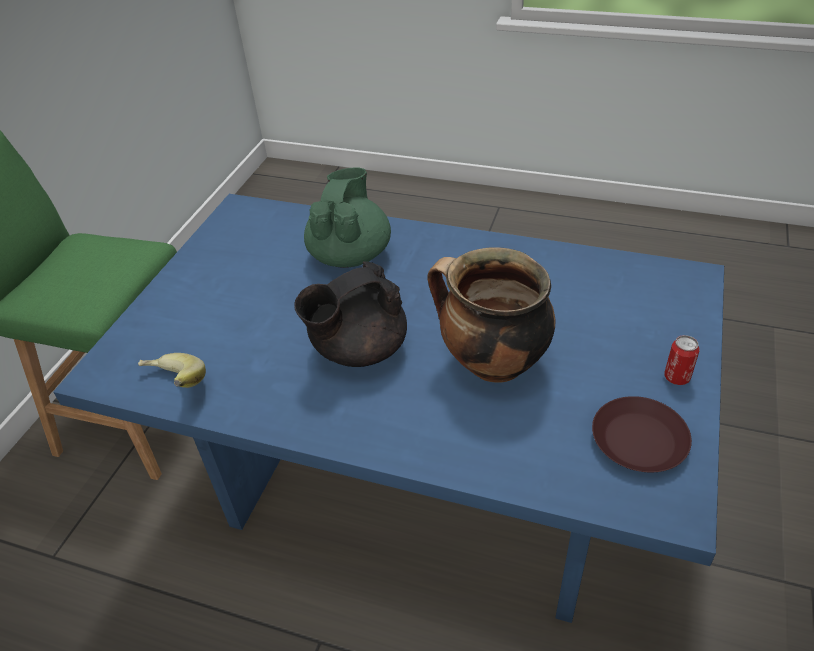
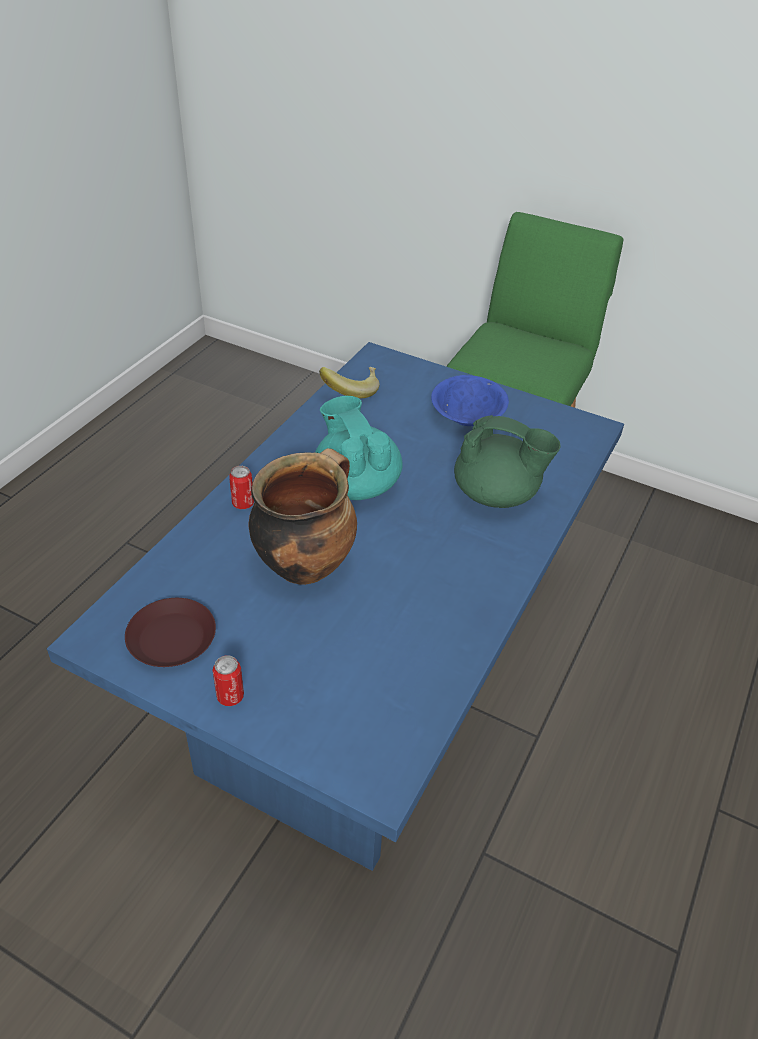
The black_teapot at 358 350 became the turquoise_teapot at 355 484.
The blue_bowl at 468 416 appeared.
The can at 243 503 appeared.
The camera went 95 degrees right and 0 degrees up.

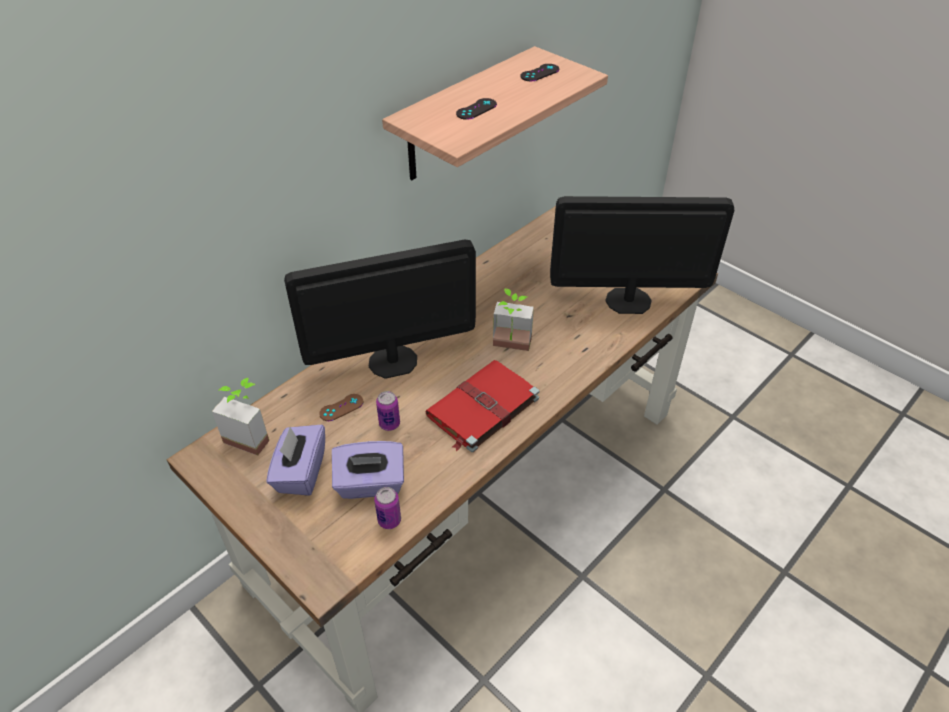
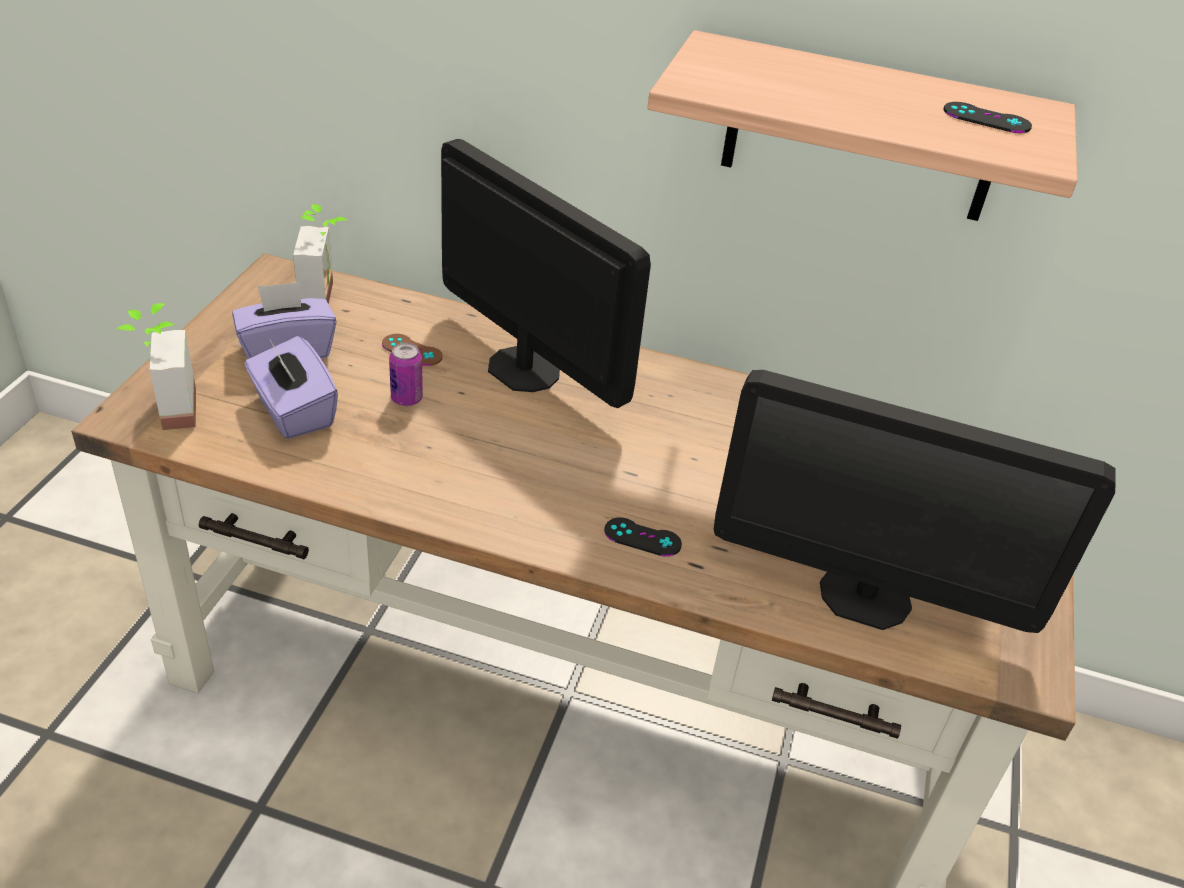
The black_game_controller moved from 476 109 to 642 537.
The monitor at 628 301 turned 135 degrees clockwise.
The potted_plant moved from 510 347 to 165 410.
The red_book at 481 408 disappeared.
The can at 389 520 disappeared.
The camera went 60 degrees right and 5 degrees down.

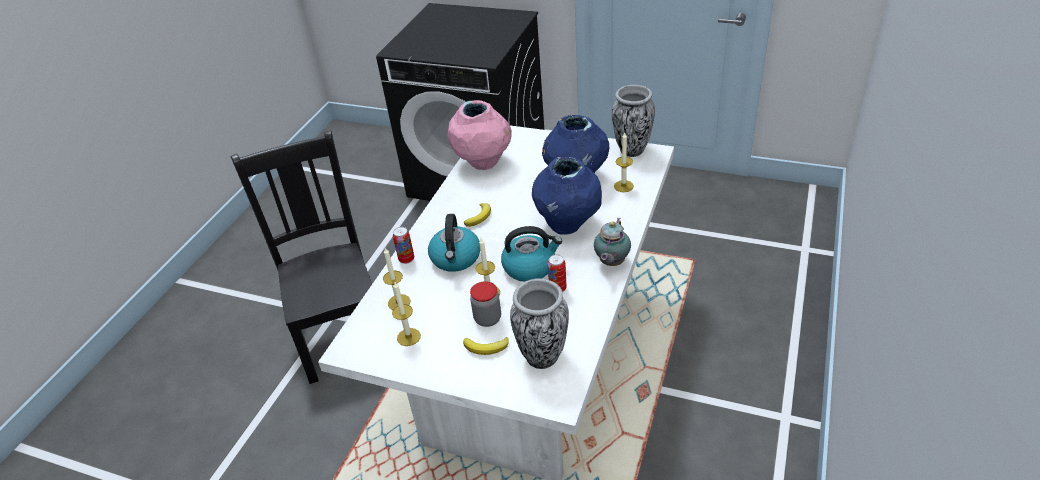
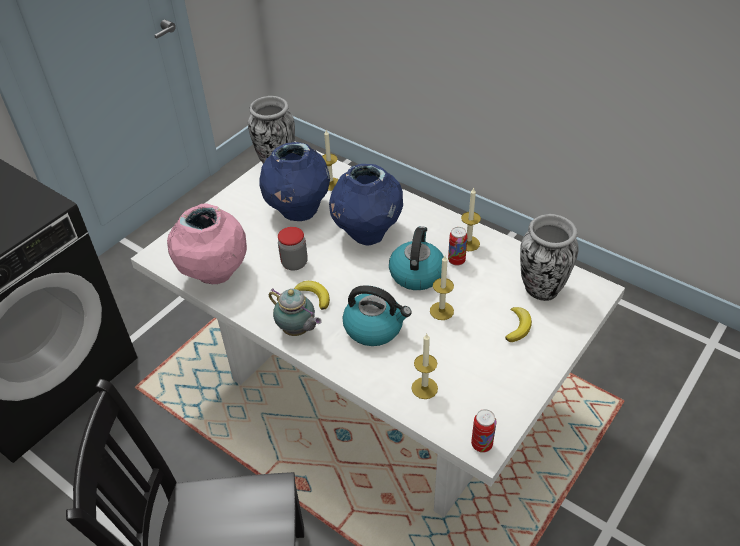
The teapot moved from 611 263 to 297 331.
The can moved from 406 259 to 481 444.
The jar moved from 487 319 to 294 263.
The candle moved from 408 337 to 468 243.
The camera went 75 degrees left and 5 degrees up.

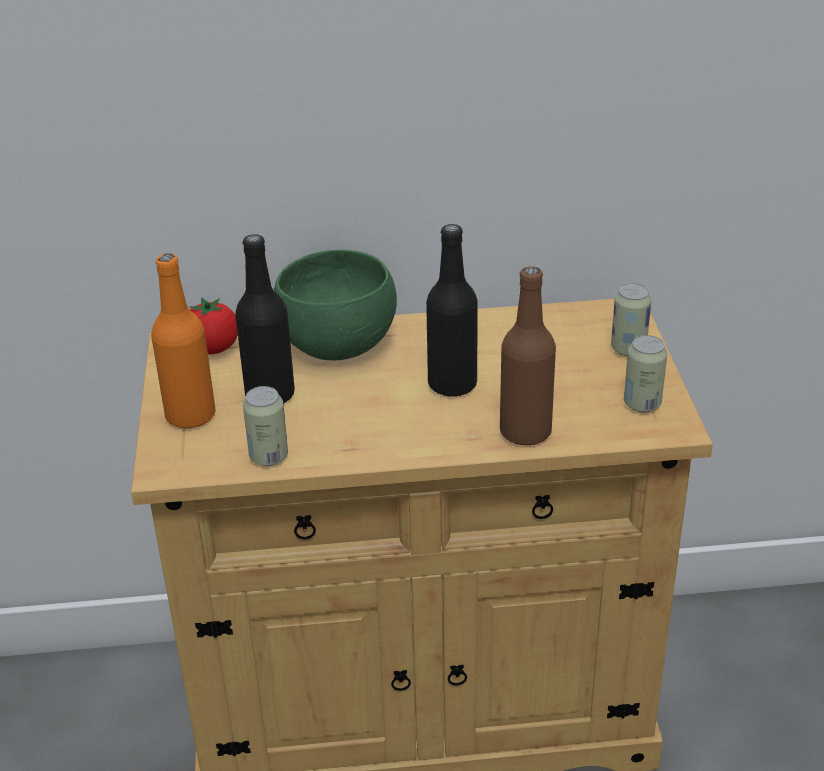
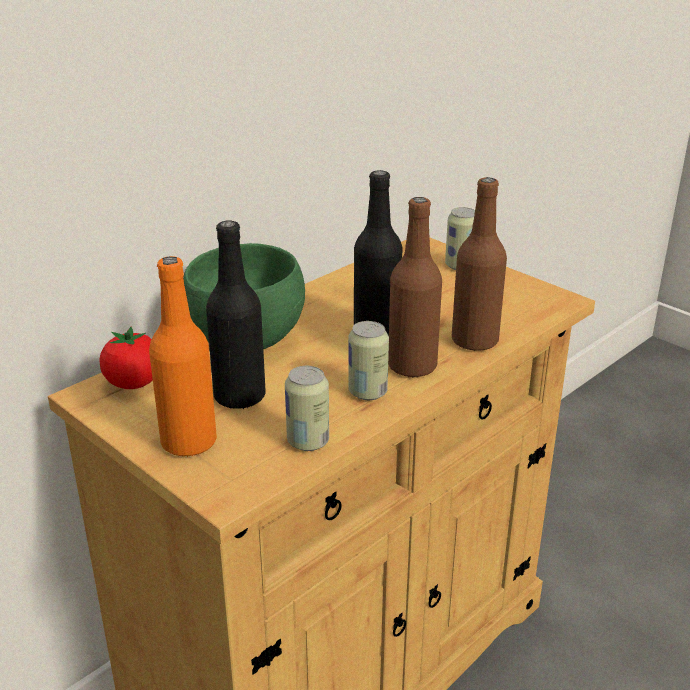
The can moved from 642 404 to 367 392.
The brown_bottle at 412 366 appeared.
The camera went 40 degrees left and 5 degrees down.

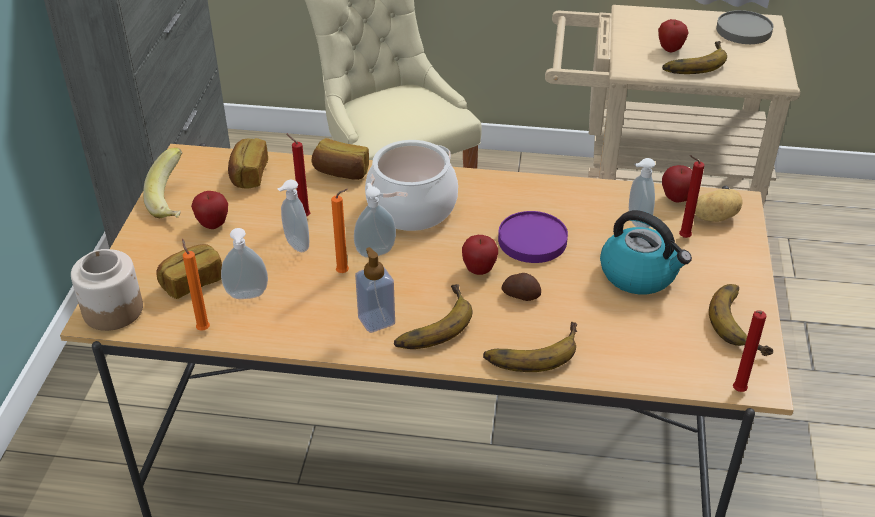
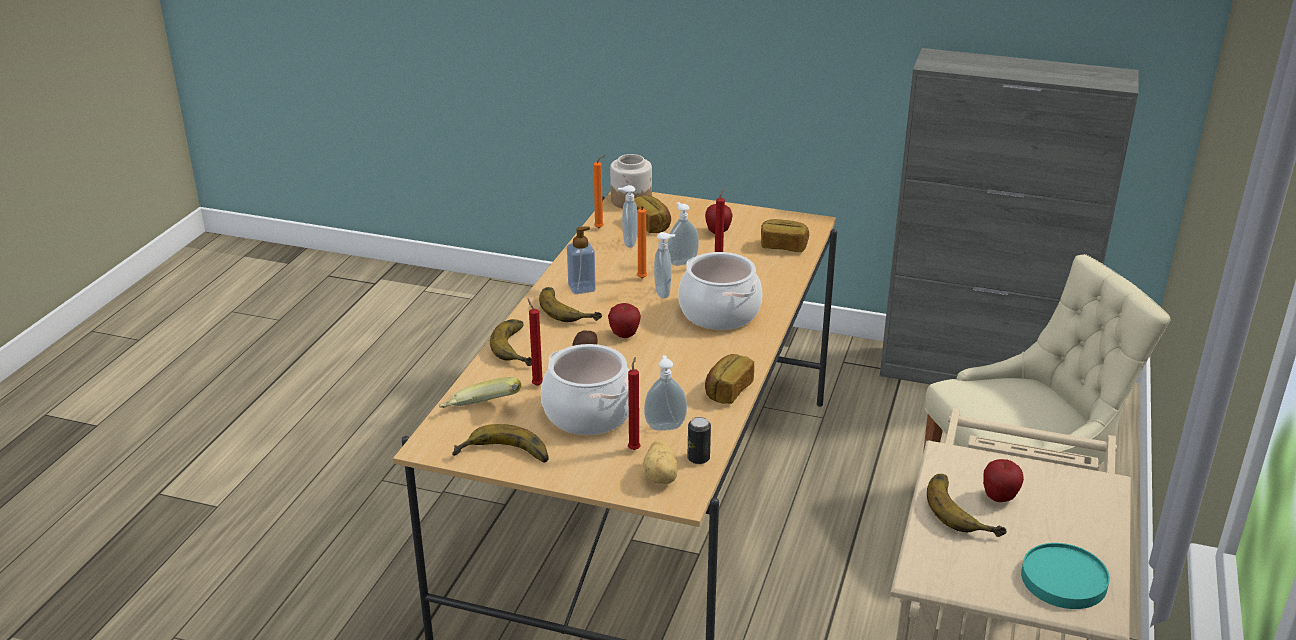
The grey_plate at 744 30 became the turquoise_plate at 1064 580.
The bread moved from 341 172 to 727 390.
The banana moved from 174 202 to 481 413.
The apple at 676 199 was replaced by the can at 698 458.
The kettle at 639 274 was replaced by the cooking_pot at 589 413.
The purple_plate at 533 240 disappeared.
The red_candle moved from 737 392 to 536 384.
The camera went 100 degrees right and 10 degrees down.

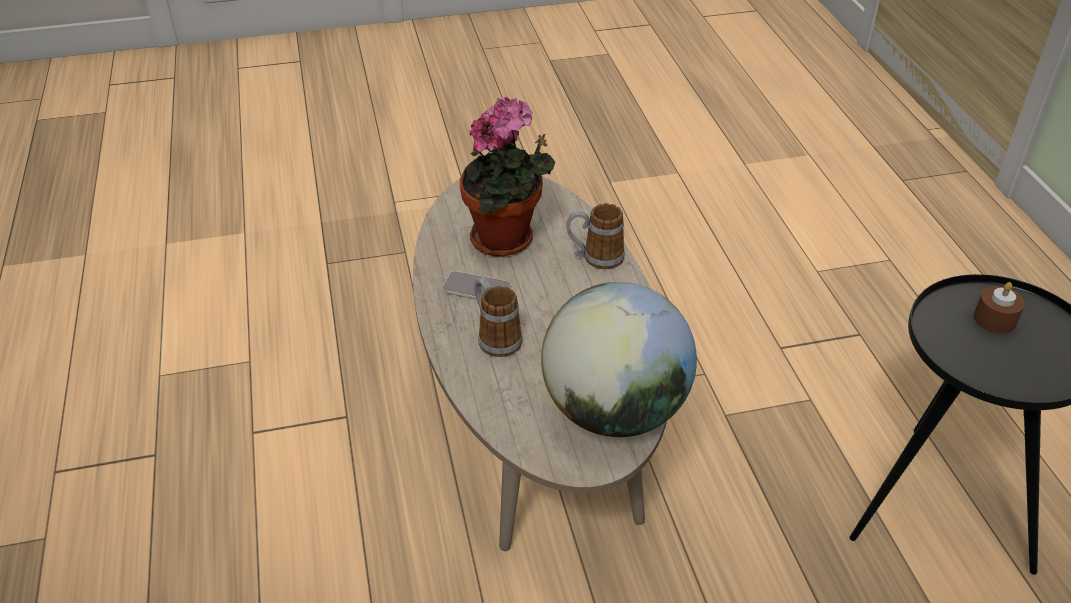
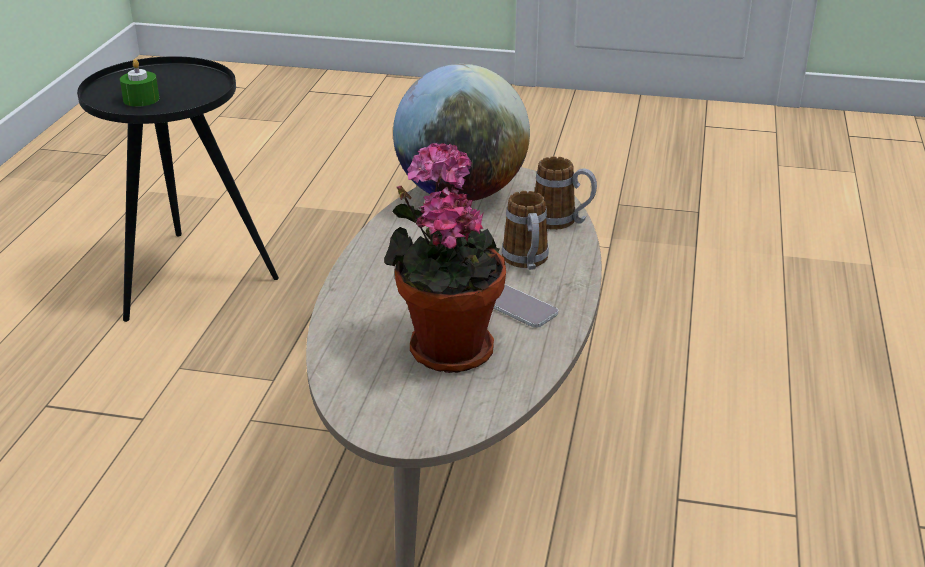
The mug moved from 595 257 to 562 222.
The brown_candle at 994 319 became the green_candle at 141 99.
The camera went 155 degrees left and 10 degrees down.

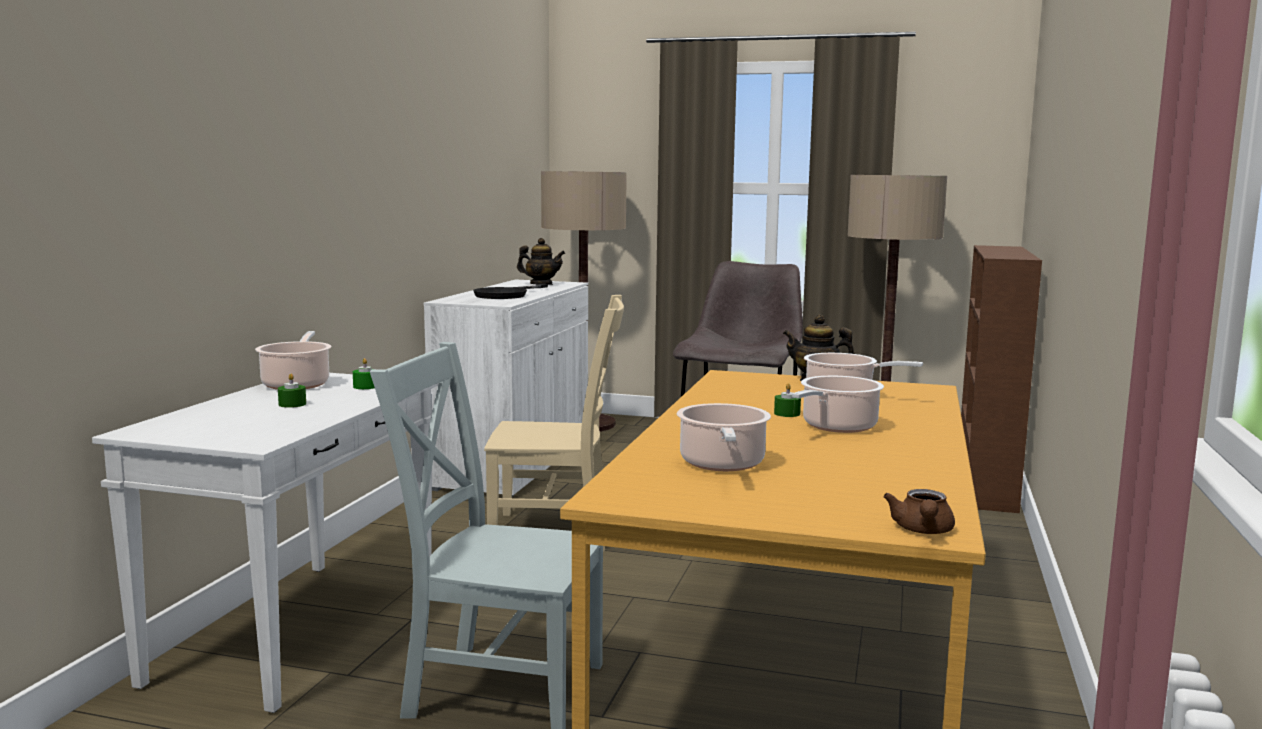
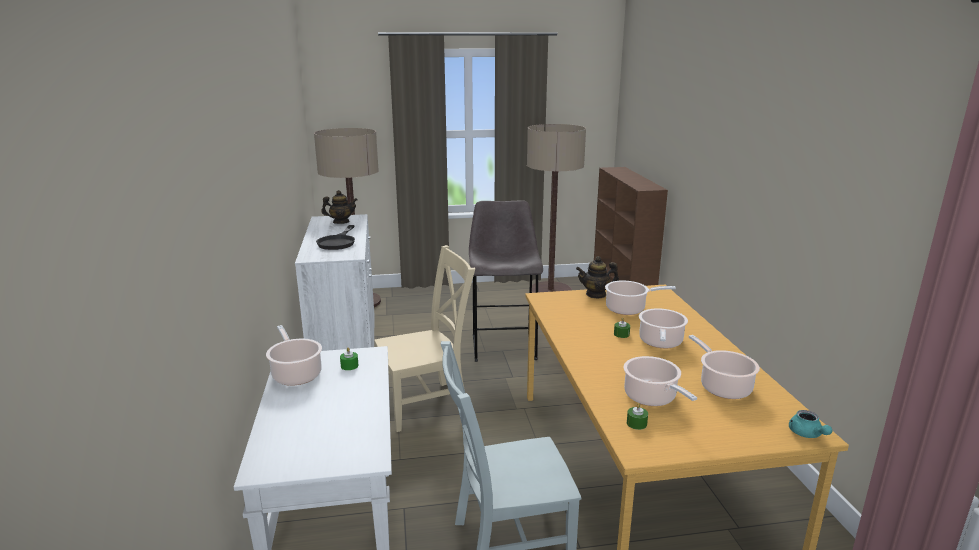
The green_candle moved from 292 404 to 636 423.
The brown_teapot at 922 531 became the turquoise_teapot at 807 434.
The cooking_pot at 723 387 appeared.
The camera went 25 degrees left and 10 degrees up.

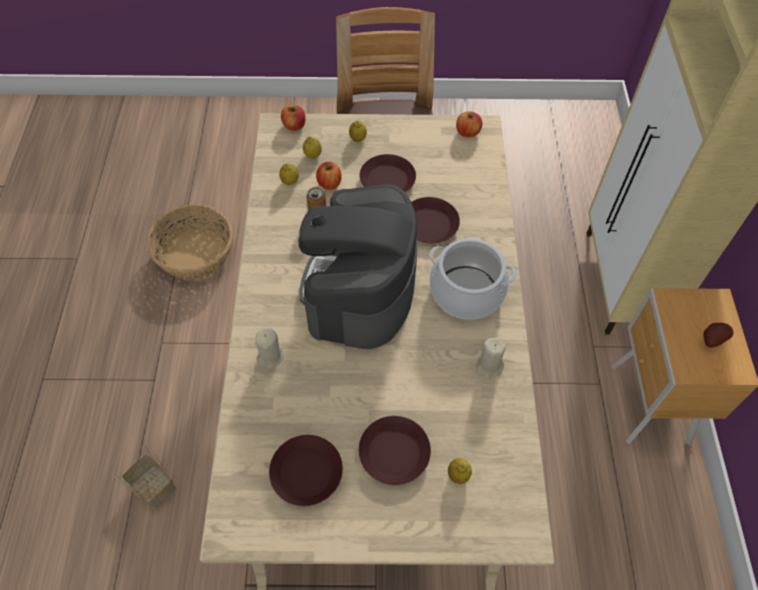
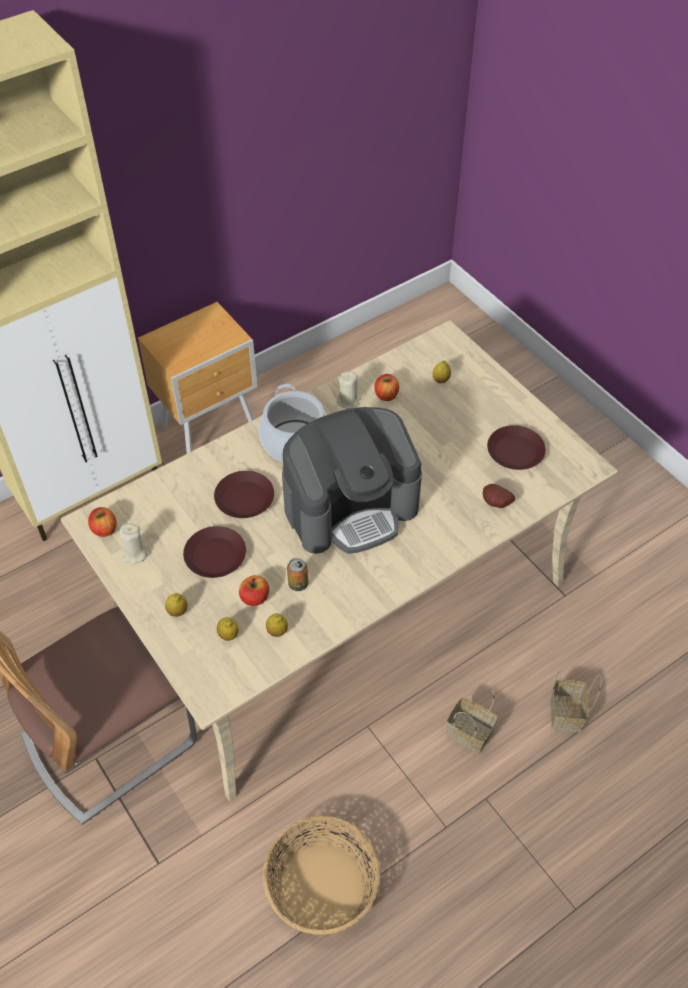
The apple moved from 294 125 to 386 395.
The potato moved from 711 339 to 496 504.
The beige_candle moved from 270 356 to 135 554.
The brown_plate at 393 452 disappeared.
The basket at 467 732 appeared.
The camera went 125 degrees left and 5 degrees down.

